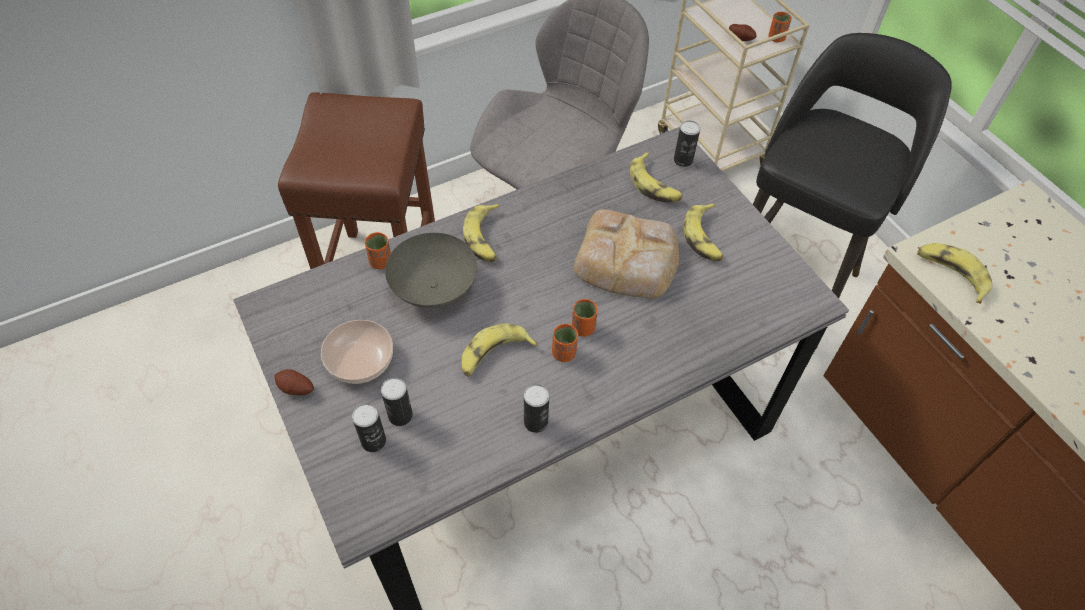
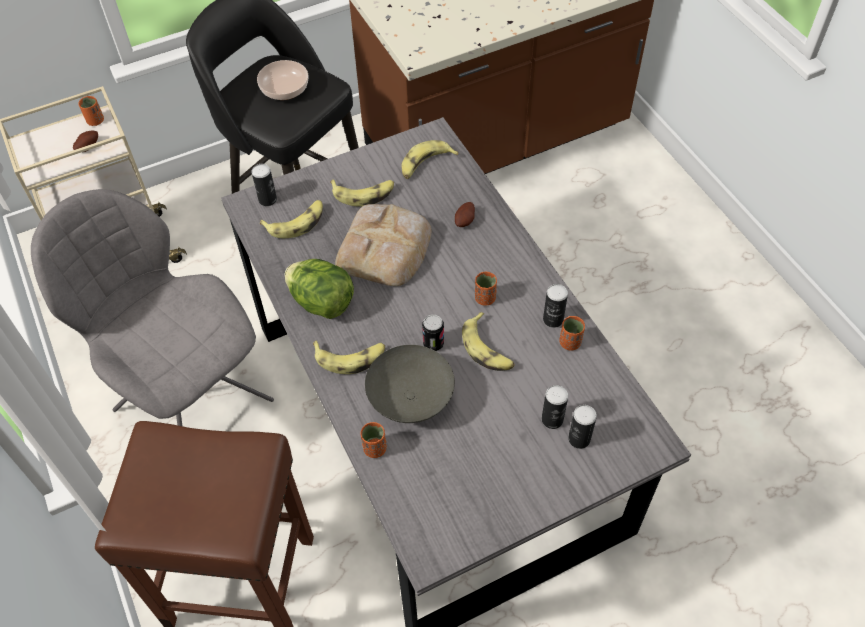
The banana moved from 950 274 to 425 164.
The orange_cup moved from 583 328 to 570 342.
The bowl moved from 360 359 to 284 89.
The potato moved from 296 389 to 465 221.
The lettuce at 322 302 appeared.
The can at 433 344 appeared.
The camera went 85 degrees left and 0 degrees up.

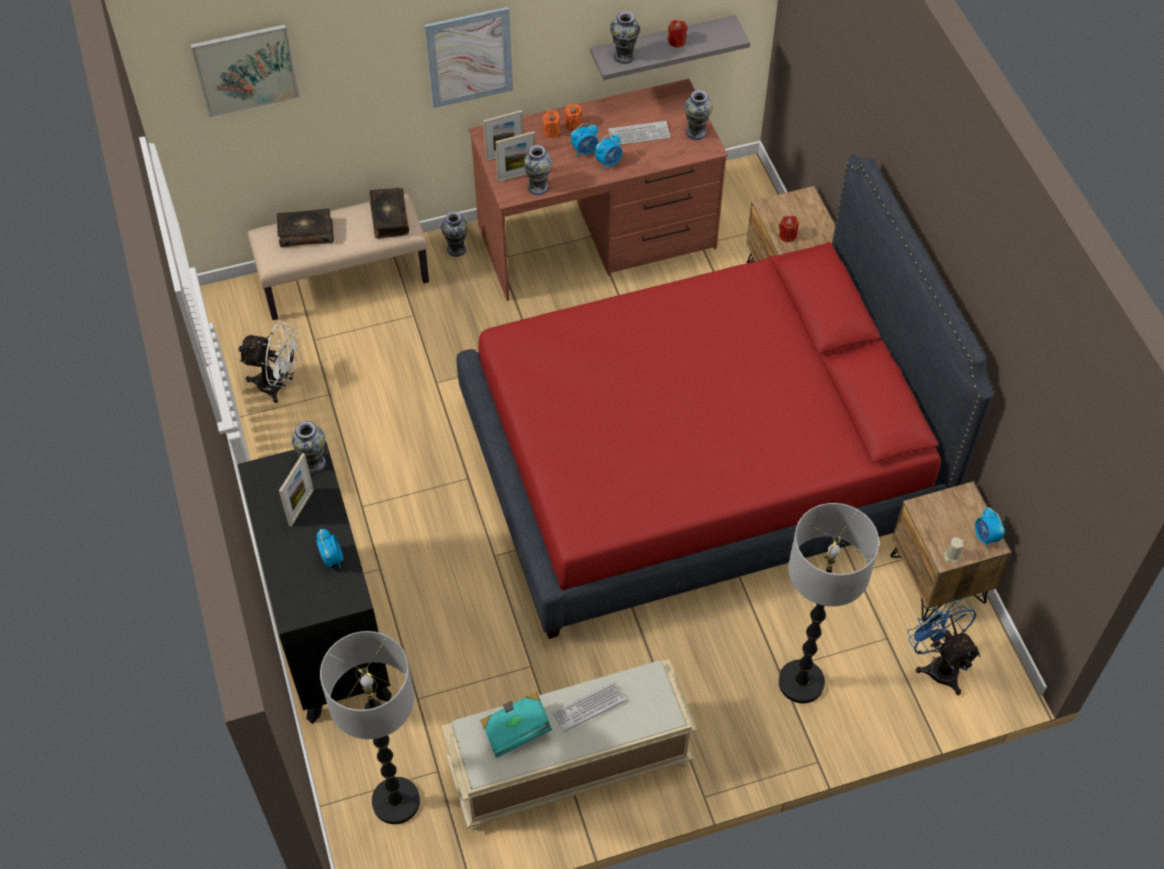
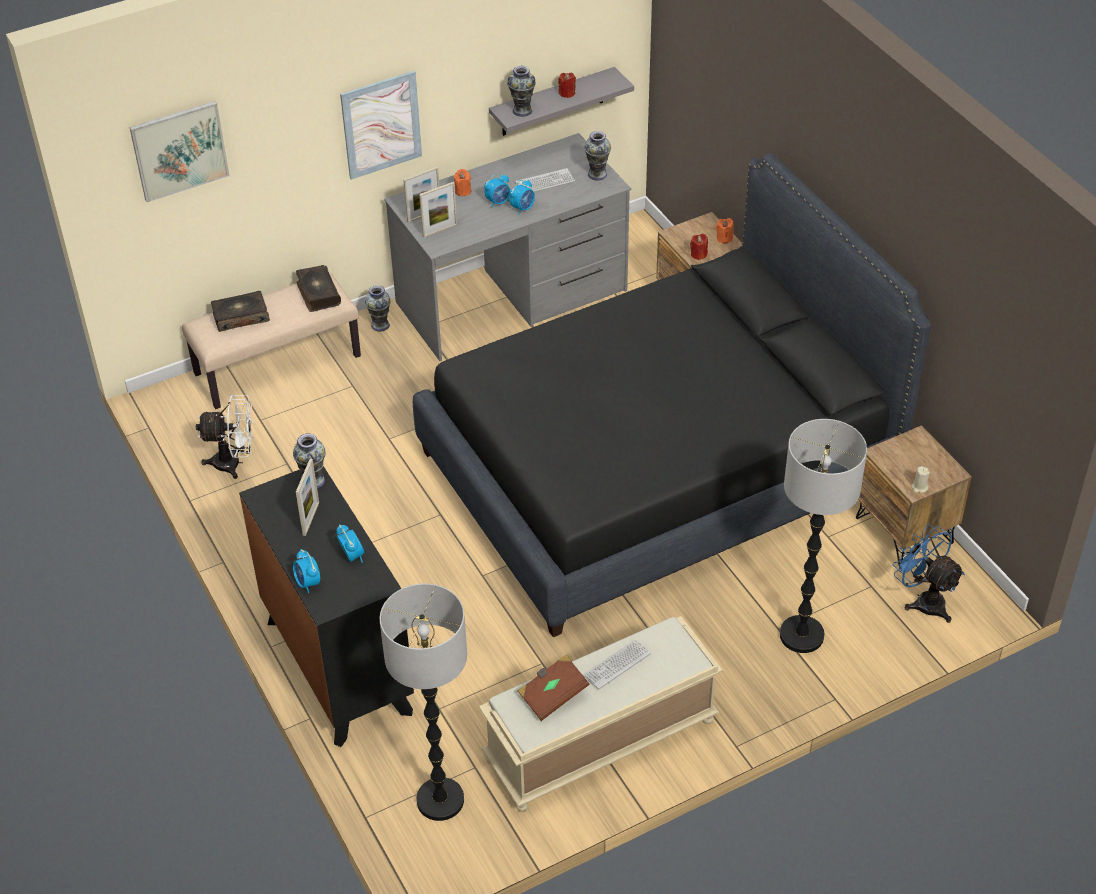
The brown_desk at 597 237 became the grey_desk at 512 297.
The orange_candle moved from 573 124 to 724 238.
The vase at 538 187 disappeared.
The red_bed at 699 464 became the black_bed at 658 469.
The alarm_clock moved from 985 537 to 308 583.
The turquoise_book at 516 729 became the brown_book at 553 695.
The camera went 10 degrees left and 10 degrees down.

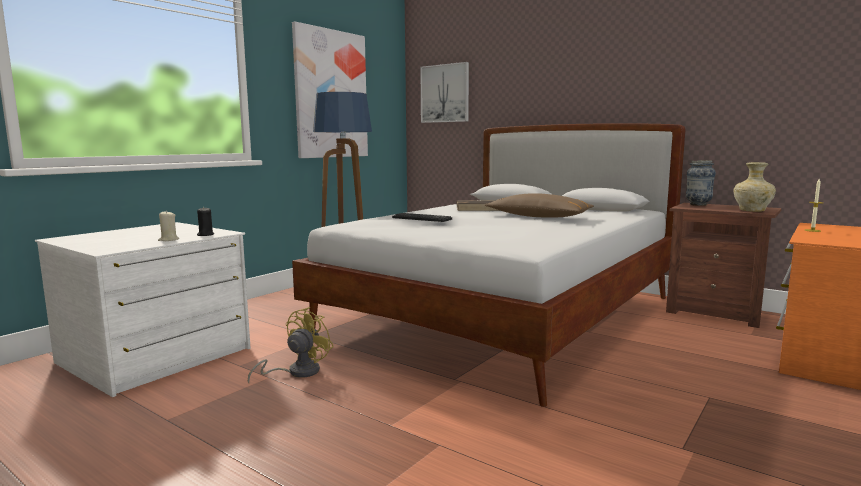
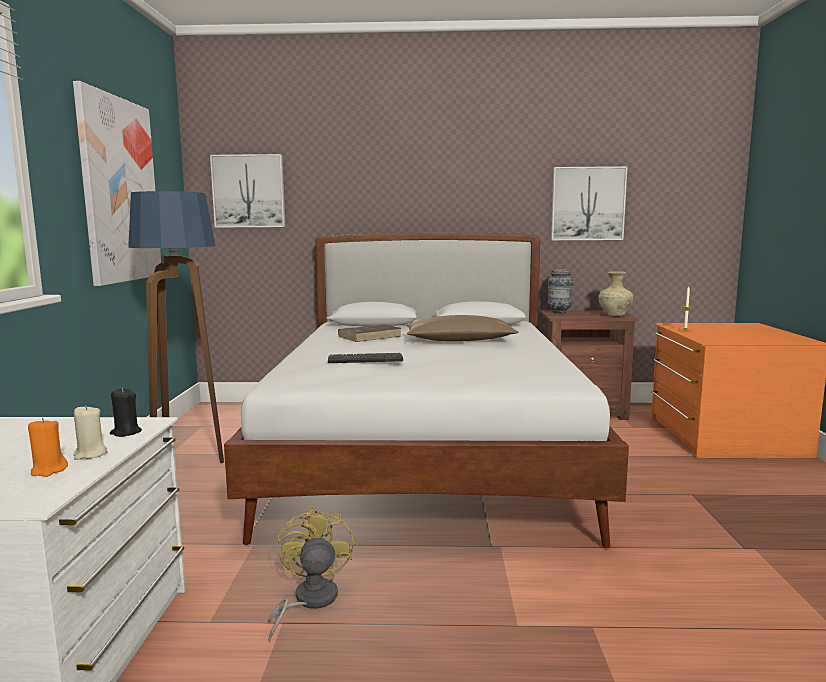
The picture at 587 204 appeared.
The orange_candle at 48 470 appeared.
The camera went 35 degrees left and 0 degrees up.

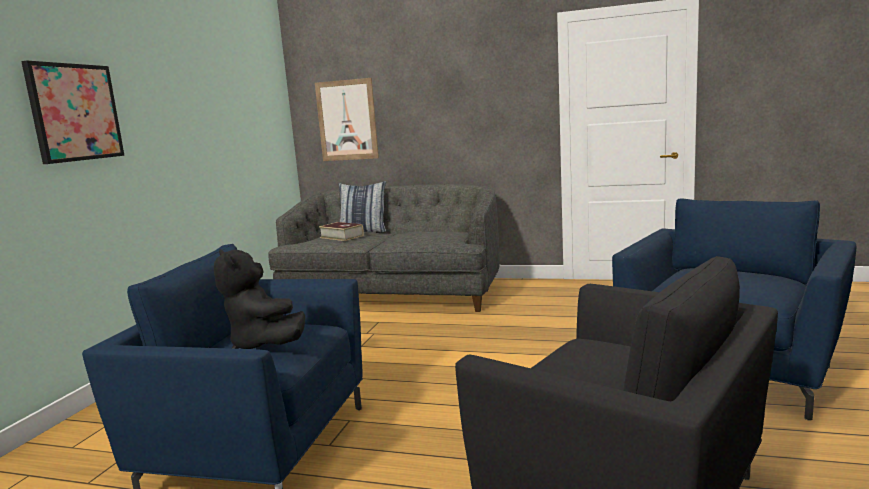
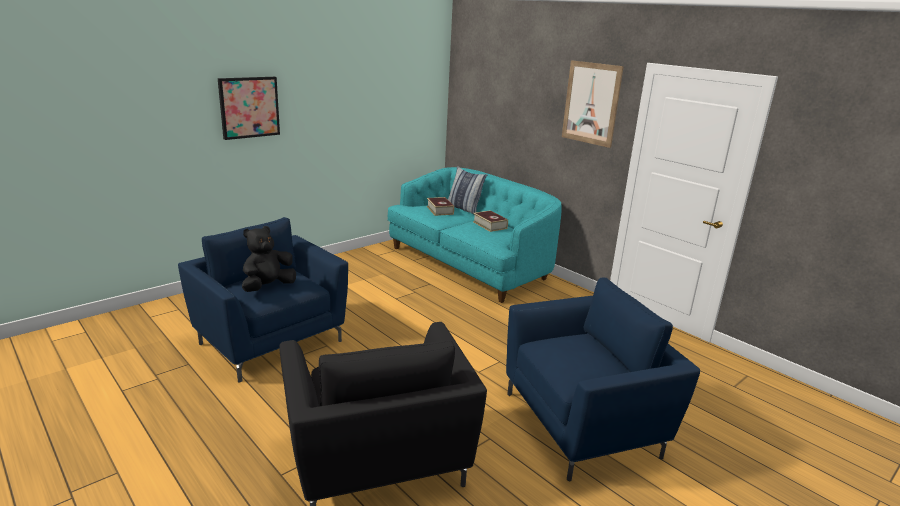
The picture moved from 347 120 to 591 103.
The grey_sofa at 393 294 became the turquoise_sofa at 469 264.
The black_plush_toy at 263 344 turned 45 degrees clockwise.
The book at 490 225 appeared.
The camera went 30 degrees right and 10 degrees up.

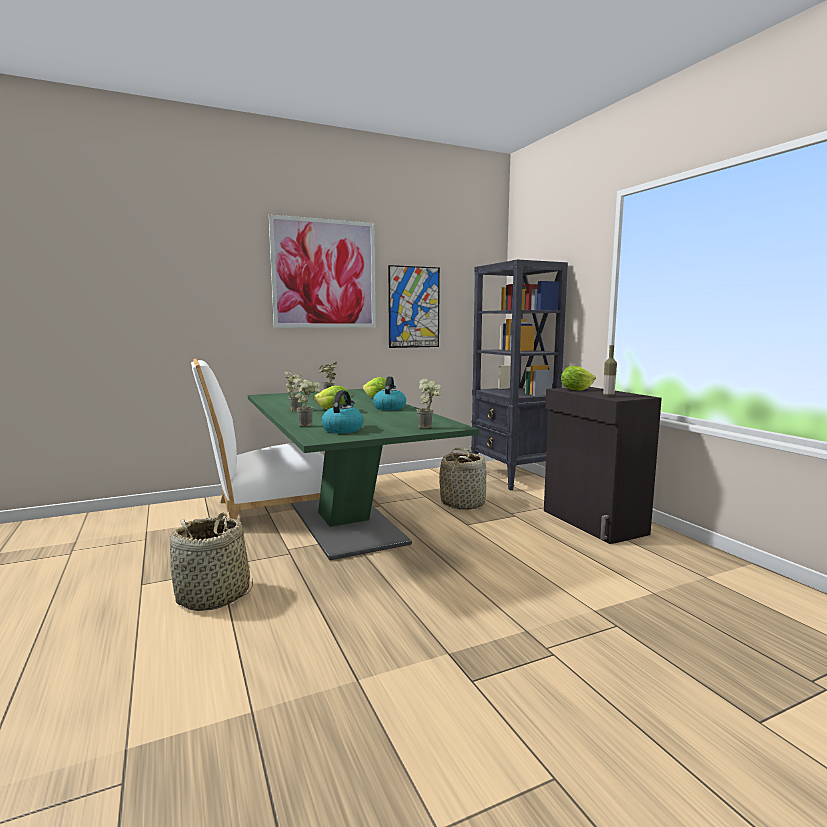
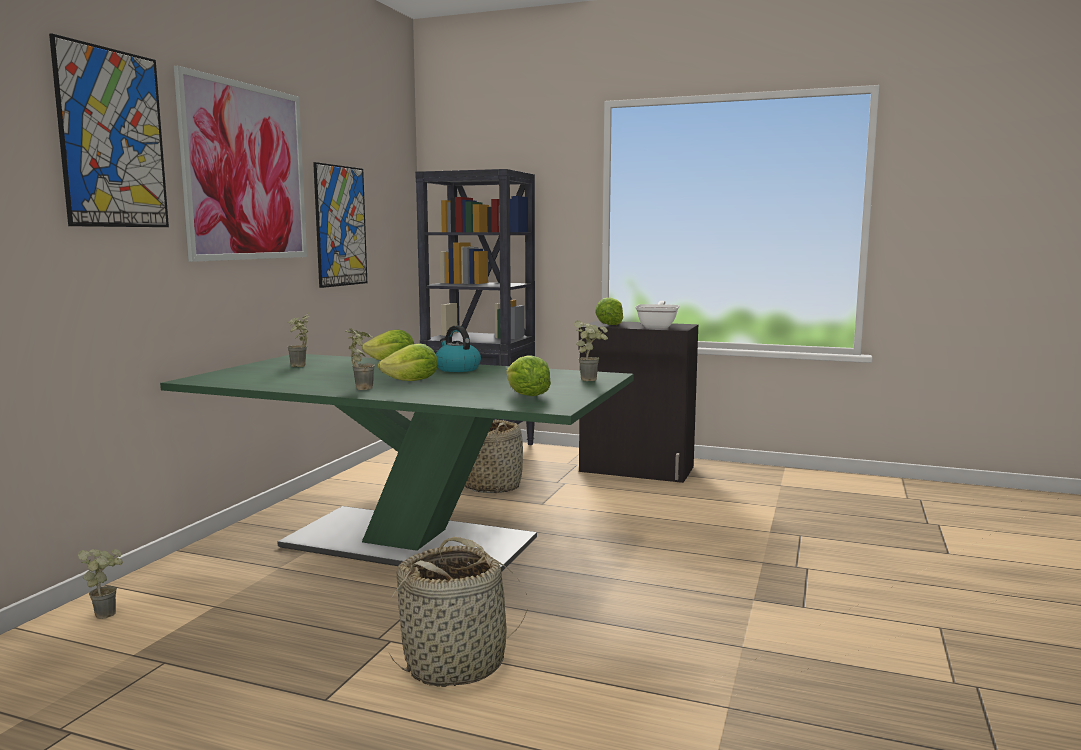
The bottle at 608 395 was replaced by the frying_pan at 658 326.
The white_chair at 267 510 disappeared.
The potted_plant moved from 308 424 to 108 612.
The kettle at 343 429 was replaced by the lettuce at 527 396.
The picture at 112 139 appeared.
The camera went 45 degrees left and 0 degrees up.

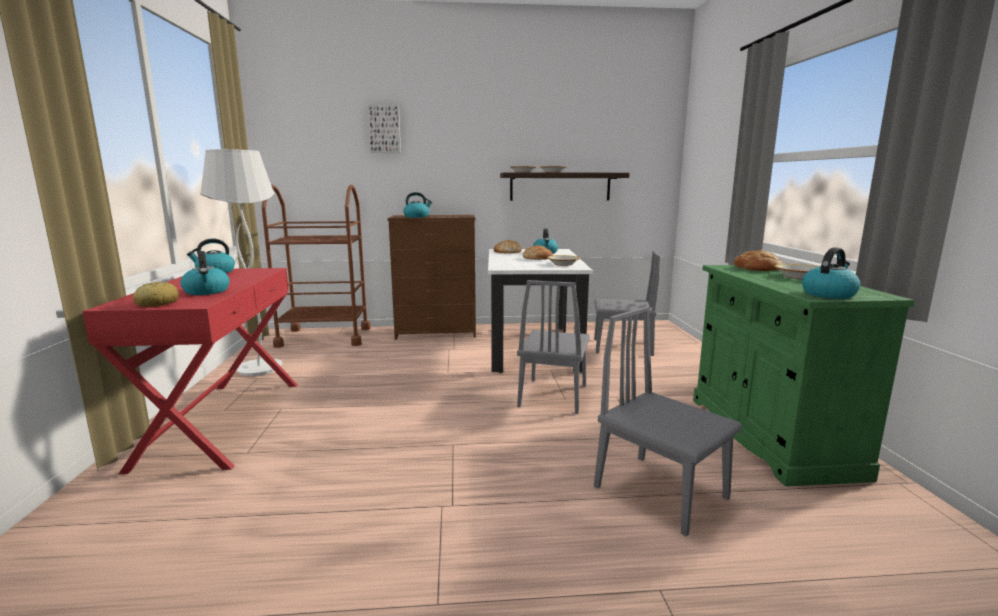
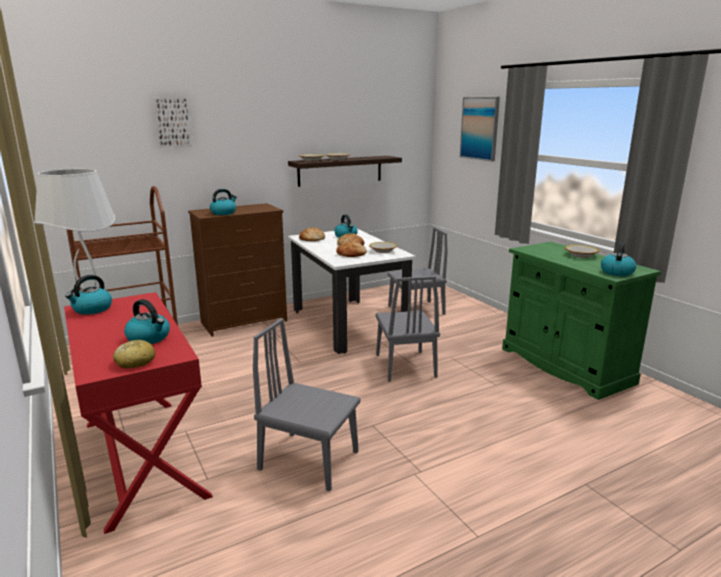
The bread moved from 758 268 to 351 253.
The grey_chair moved from 660 492 to 309 460.
The picture at 480 128 appeared.
The camera went 25 degrees left and 5 degrees up.

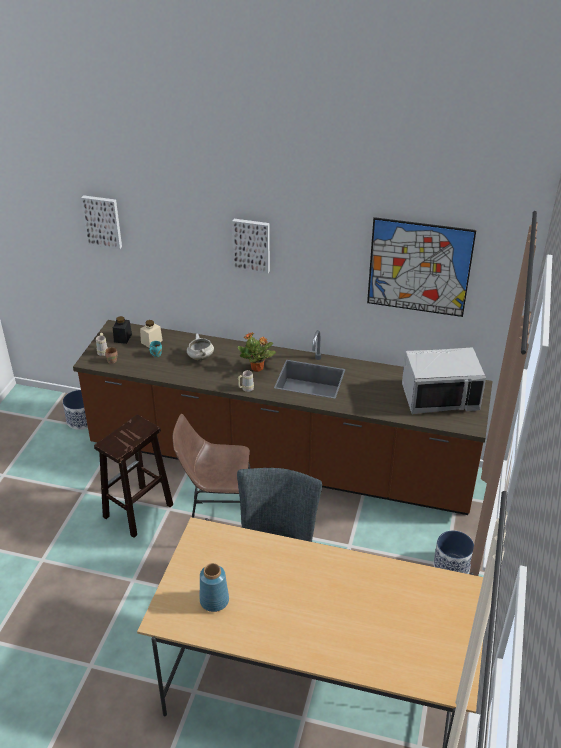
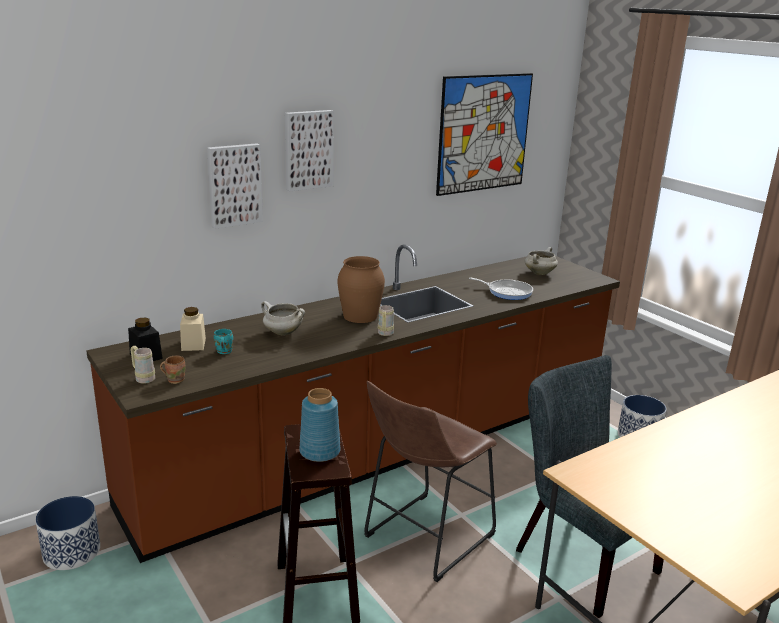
The picture moved from 103 221 to 234 185.
The potted_plant at 257 368 was replaced by the brown_vase at 360 316.
The grey_microwave at 440 397 was replaced by the white_cooking_pot at 539 273.
The blue_vase moved from 214 600 to 319 451.
The frying_pan at 507 292 appeared.
The camera went 50 degrees left and 15 degrees down.

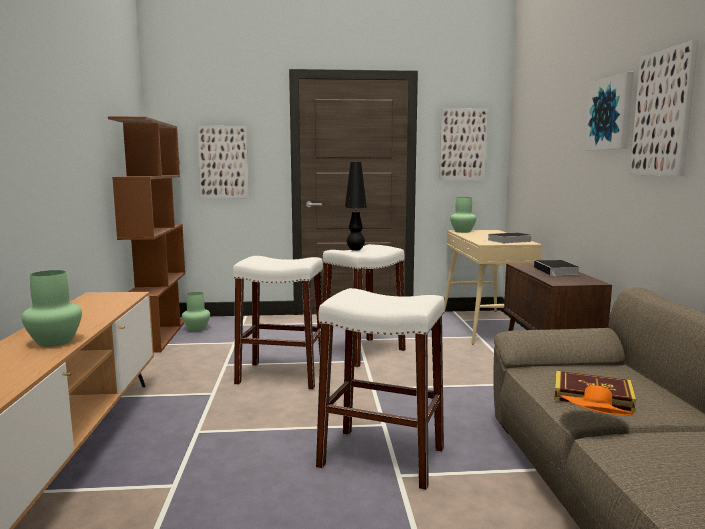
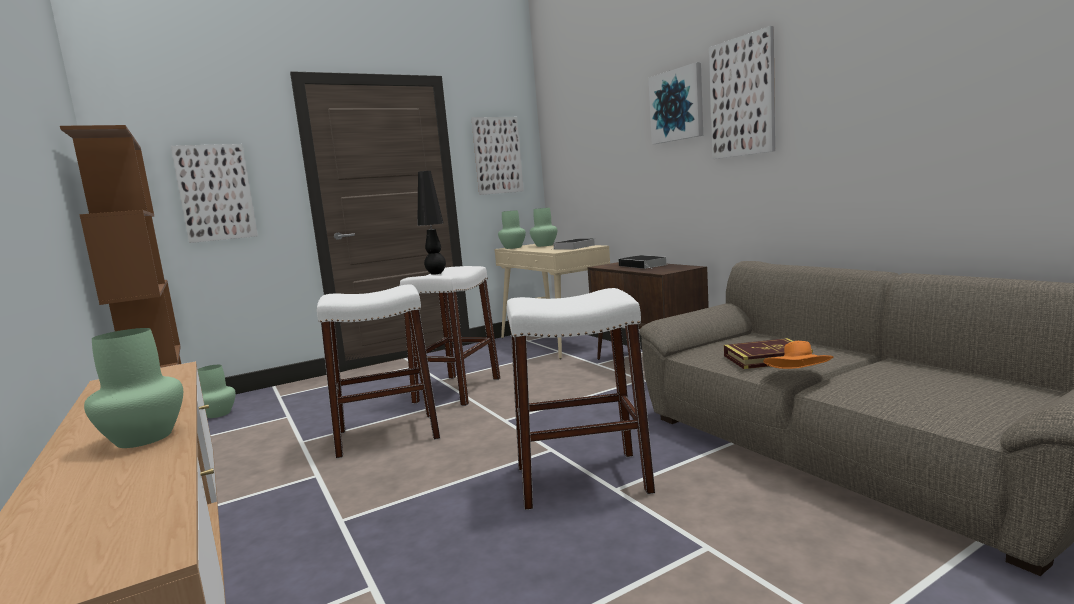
The green_vase at 544 245 appeared.
The camera went 25 degrees left and 0 degrees up.

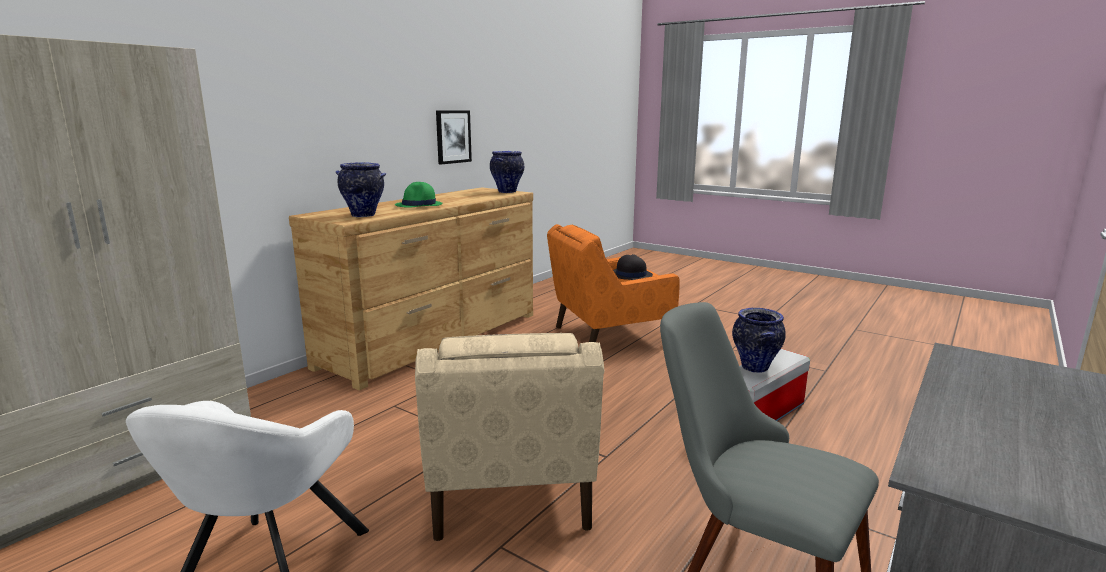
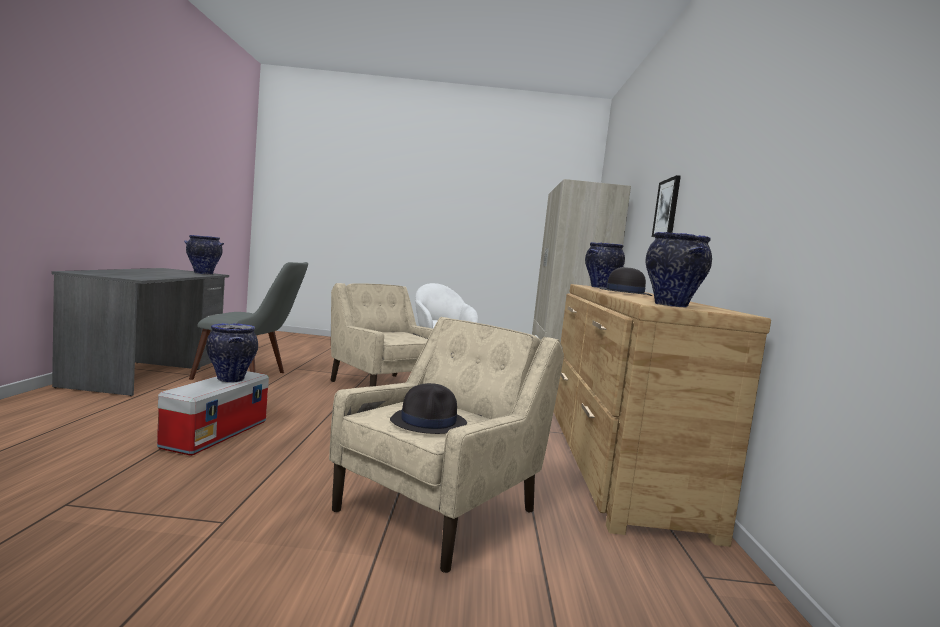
The picture moved from 453 136 to 667 208.
The green_hat at 419 205 became the black_hat at 624 293.
The orange_armchair at 609 336 became the beige_armchair at 439 510.
The vase at 202 273 appeared.
The camera went 145 degrees right and 10 degrees down.

